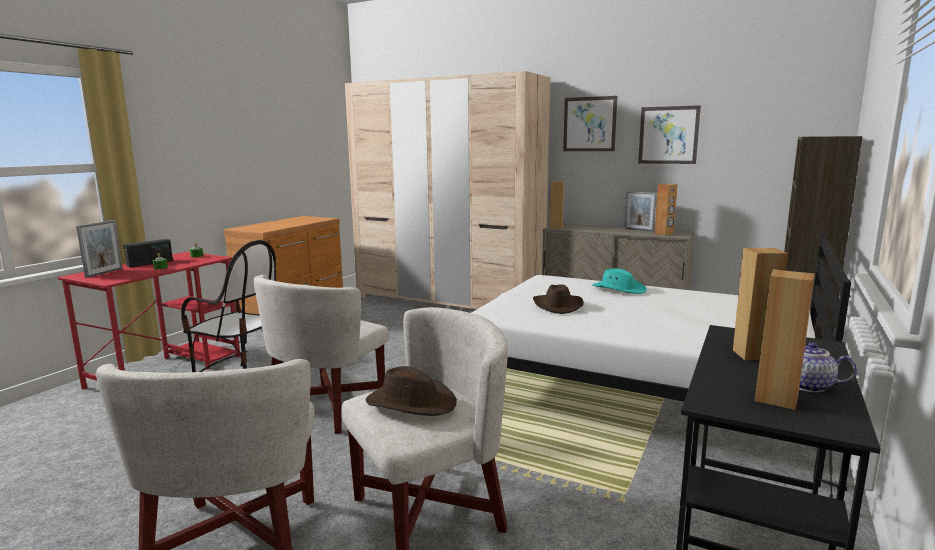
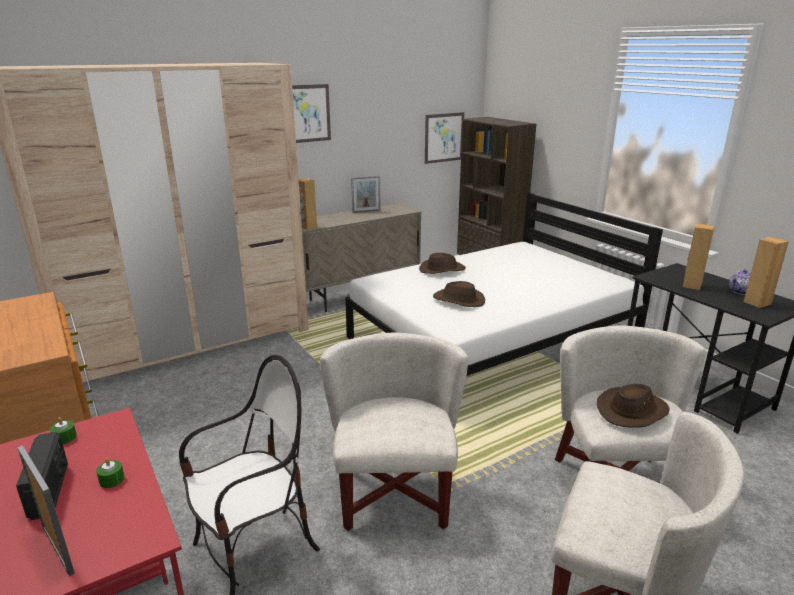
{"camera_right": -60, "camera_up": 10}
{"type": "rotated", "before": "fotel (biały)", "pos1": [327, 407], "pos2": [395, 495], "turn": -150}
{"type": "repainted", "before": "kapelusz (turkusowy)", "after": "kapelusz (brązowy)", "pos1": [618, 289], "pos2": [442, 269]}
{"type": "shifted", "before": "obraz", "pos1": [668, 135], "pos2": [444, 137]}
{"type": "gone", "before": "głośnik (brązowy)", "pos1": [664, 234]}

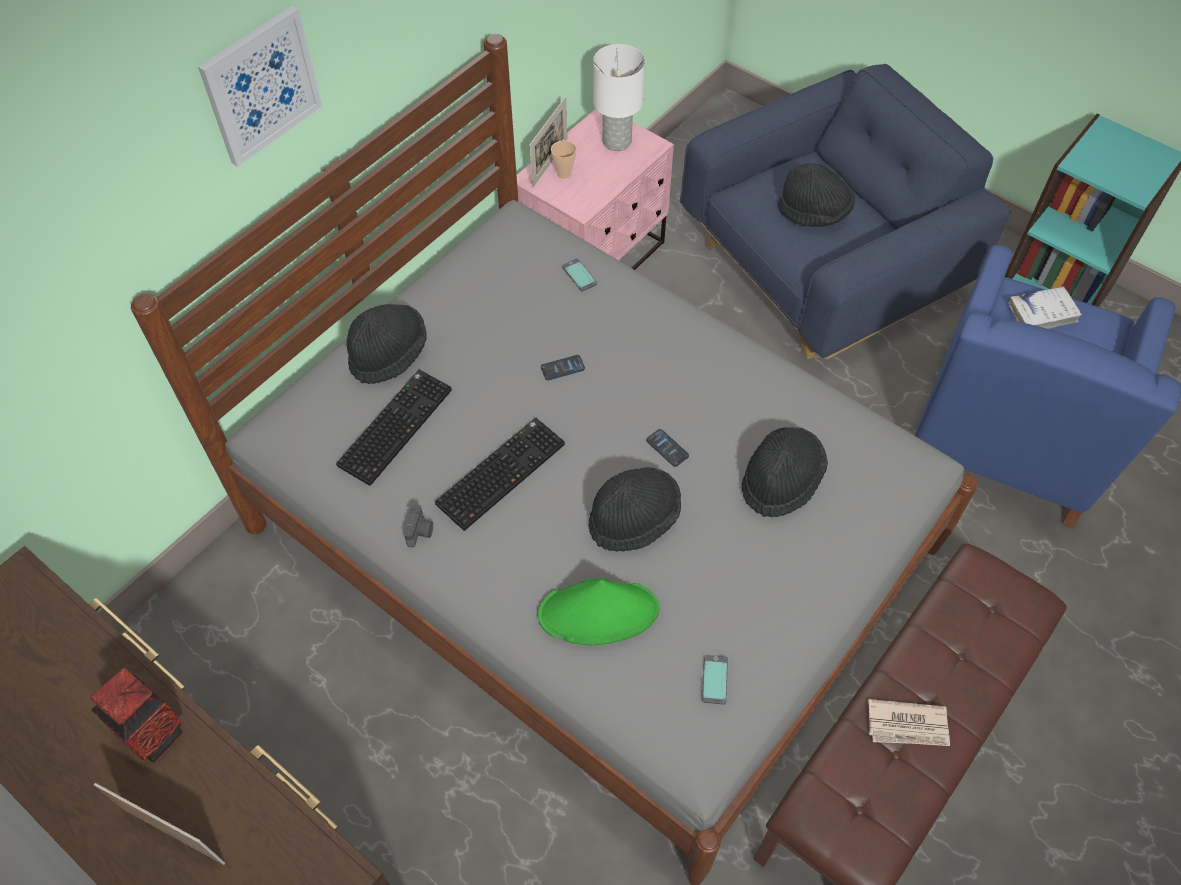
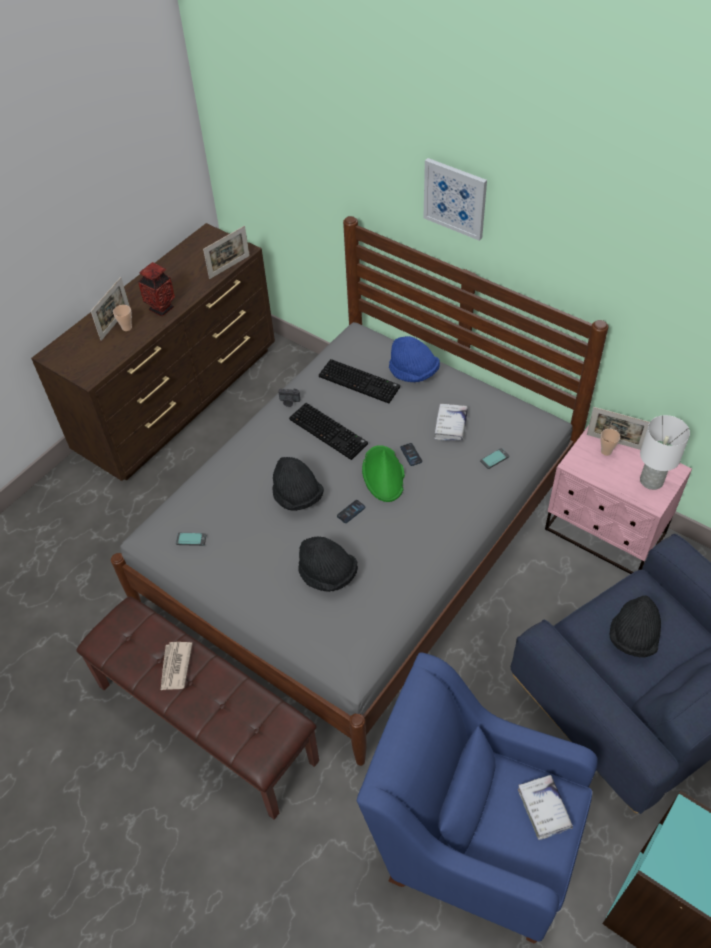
{"camera_right": 90, "camera_up": -5}
{"type": "new", "after": "filiżanka", "pos2": [127, 327]}
{"type": "new", "after": "ramka na zdjęcie", "pos2": [229, 267]}
{"type": "shifted", "before": "kapelusz (zielony)", "pos1": [599, 612], "pos2": [383, 474]}
{"type": "repainted", "before": "kapelusz (czarny)", "after": "kapelusz (niebieski)", "pos1": [389, 354], "pos2": [413, 372]}
{"type": "new", "after": "książka (biały)", "pos2": [450, 426]}

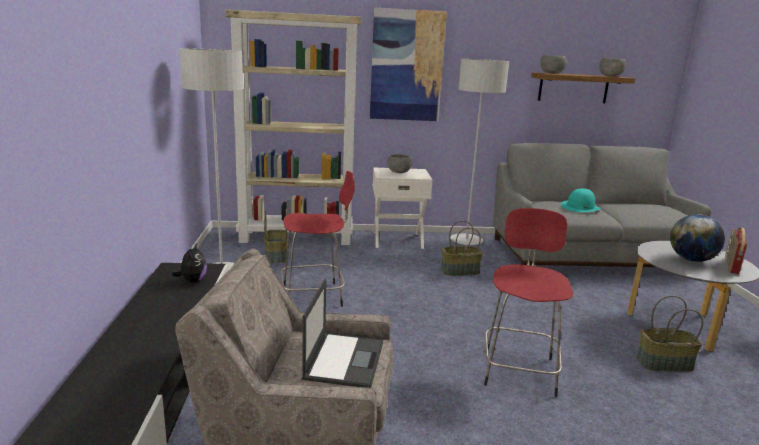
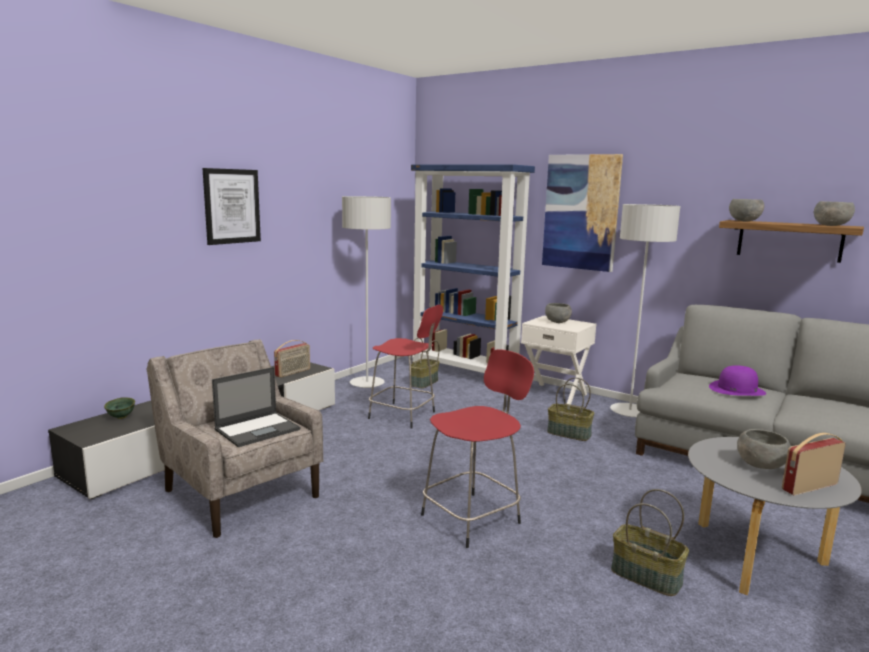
{"camera_right": 40, "camera_up": -5}
{"type": "new", "after": "miska (zielony)", "pos2": [122, 417]}
{"type": "new", "after": "obraz", "pos2": [232, 206]}
{"type": "swapped", "before": "pluszak", "after": "radio", "pos1": [193, 281], "pos2": [293, 373]}
{"type": "repainted", "before": "regał (beżowy)", "after": "regał (niebieski)", "pos1": [297, 237], "pos2": [465, 373]}
{"type": "repainted", "before": "kapelusz (turkusowy)", "after": "kapelusz (fioletowy)", "pos1": [580, 207], "pos2": [736, 389]}
{"type": "swapped", "before": "globus", "after": "miska (szary)", "pos1": [691, 260], "pos2": [760, 466]}

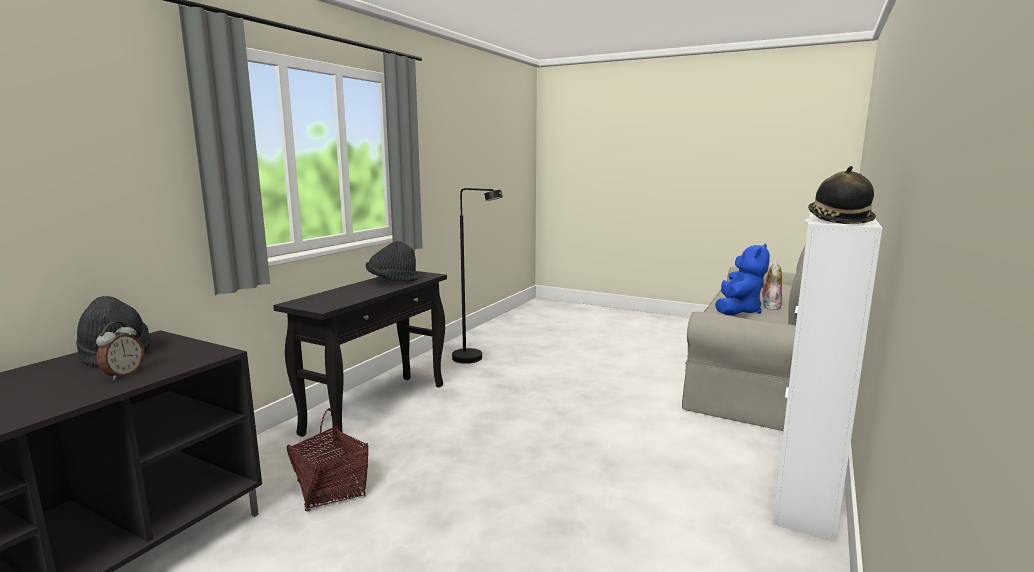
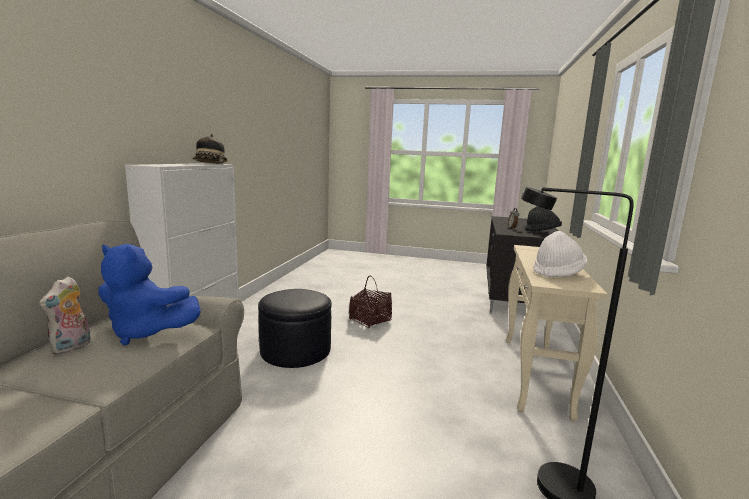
{"camera_right": 165, "camera_up": 0}
{"type": "rotated", "before": "pluszak (niebieski)", "pos1": [737, 311], "pos2": [145, 333], "turn": -90}
{"type": "new", "after": "pufa (czarny)", "pos2": [295, 351]}
{"type": "shifted", "before": "koszyk", "pos1": [331, 490], "pos2": [370, 320]}
{"type": "repainted", "before": "stolik konsolowy (czarny)", "after": "stolik konsolowy (beżowy)", "pos1": [377, 408], "pos2": [535, 375]}
{"type": "repainted", "before": "kapelusz (czarny)", "after": "kapelusz (biały)", "pos1": [392, 281], "pos2": [557, 272]}

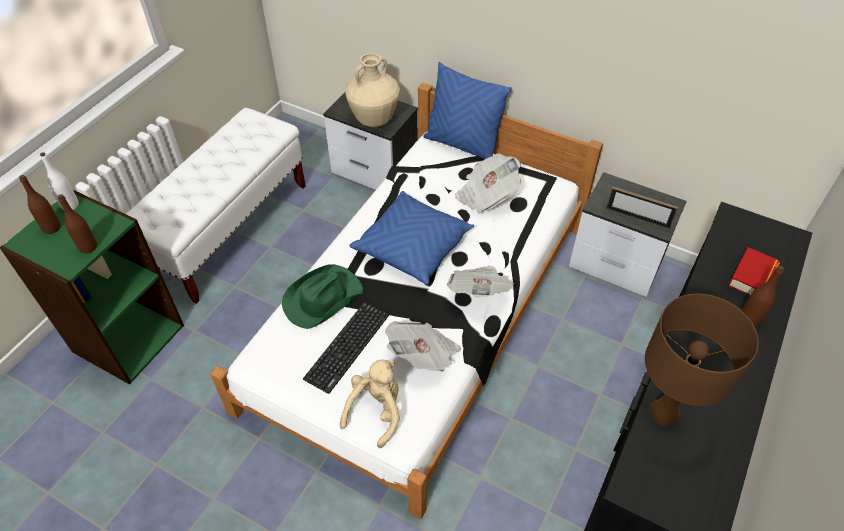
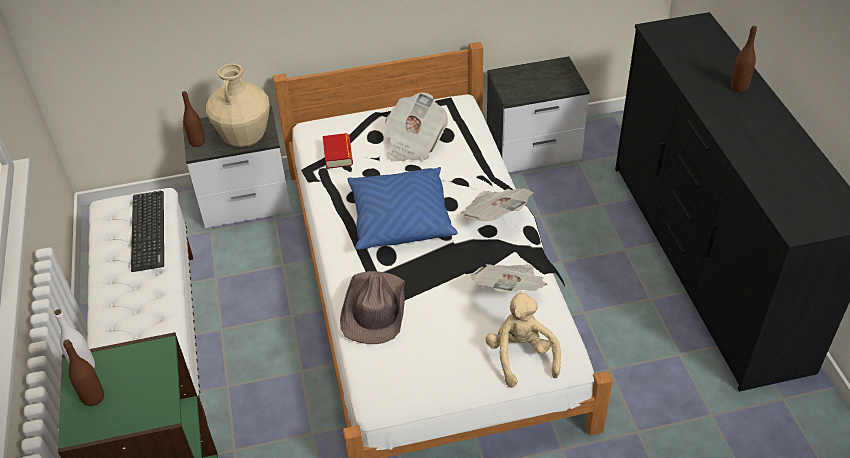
{"camera_right": -40, "camera_up": -5}
{"type": "shifted", "before": "klawiatura", "pos1": [347, 346], "pos2": [148, 231]}
{"type": "shifted", "before": "butelka (brązowy)", "pos1": [88, 247], "pos2": [197, 142]}
{"type": "shifted", "before": "książka", "pos1": [752, 277], "pos2": [338, 154]}
{"type": "repainted", "before": "kapelusz (zielony)", "after": "kapelusz (brązowy)", "pos1": [322, 299], "pos2": [374, 309]}
{"type": "gone", "before": "poduszka (niebieski)", "pos1": [462, 144]}
{"type": "gone", "before": "ramka na zdjęcie", "pos1": [637, 218]}
{"type": "gone", "before": "lampa stołowa (brązowy)", "pos1": [664, 412]}

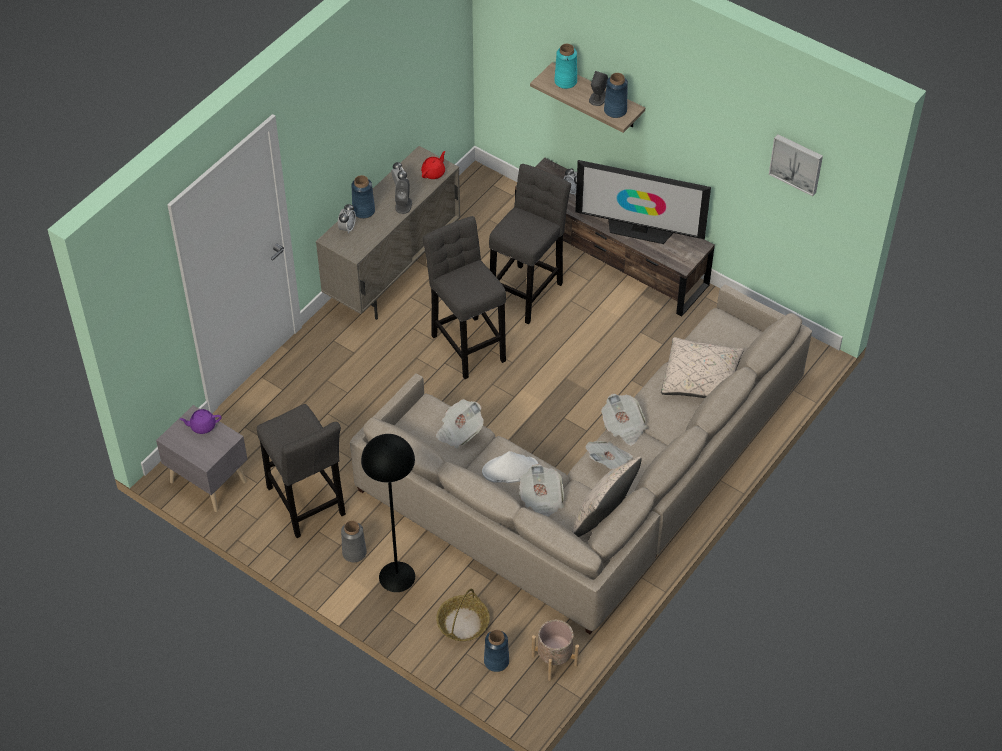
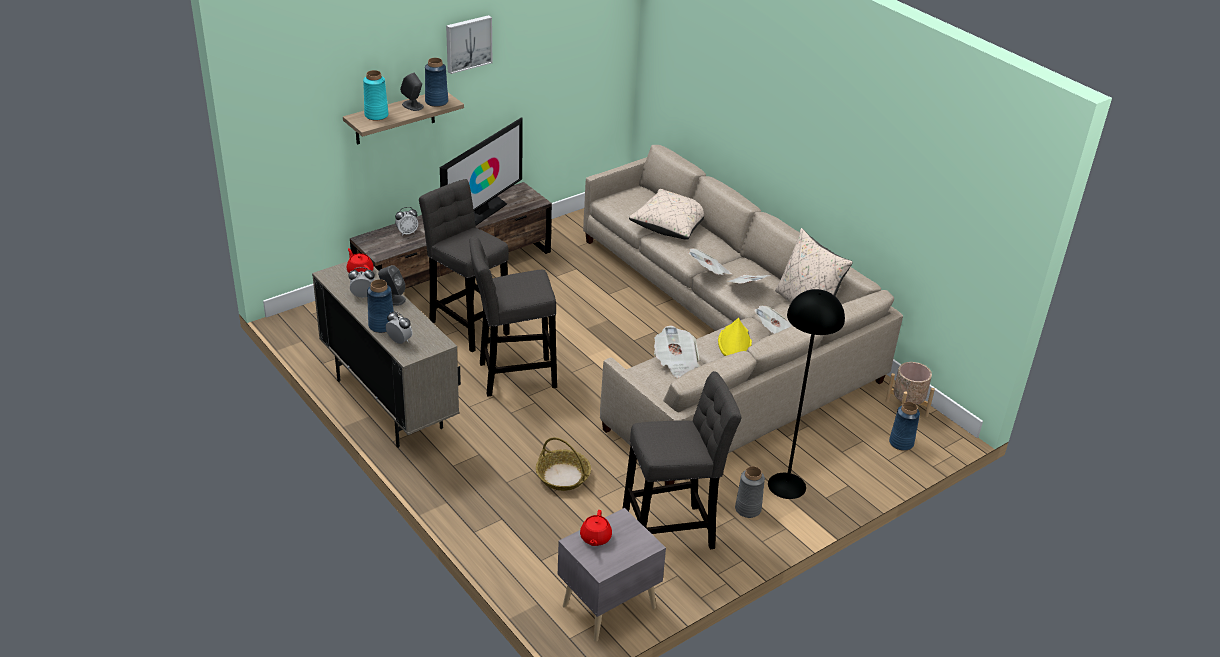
{"camera_right": -75, "camera_up": -15}
{"type": "shifted", "before": "obraz", "pos1": [797, 163], "pos2": [468, 43]}
{"type": "shifted", "before": "koszyk", "pos1": [463, 624], "pos2": [563, 476]}
{"type": "repainted", "before": "imbryk (fioletowy)", "after": "imbryk (czerwony)", "pos1": [202, 426], "pos2": [595, 538]}
{"type": "repainted", "before": "kapelusz (biały)", "after": "kapelusz (żółty)", "pos1": [510, 470], "pos2": [734, 343]}

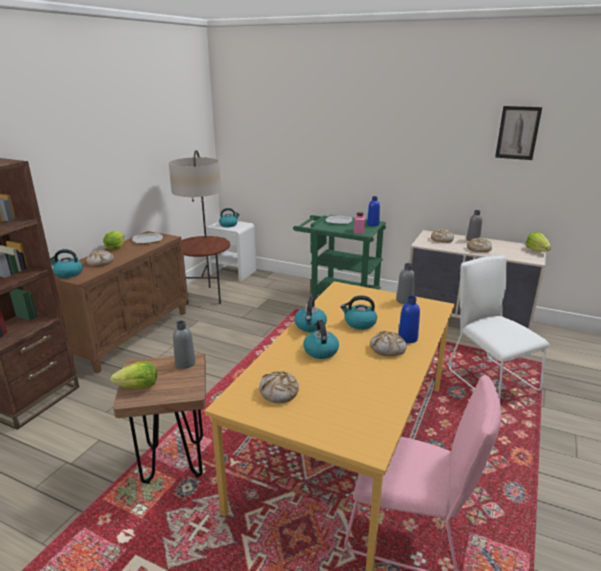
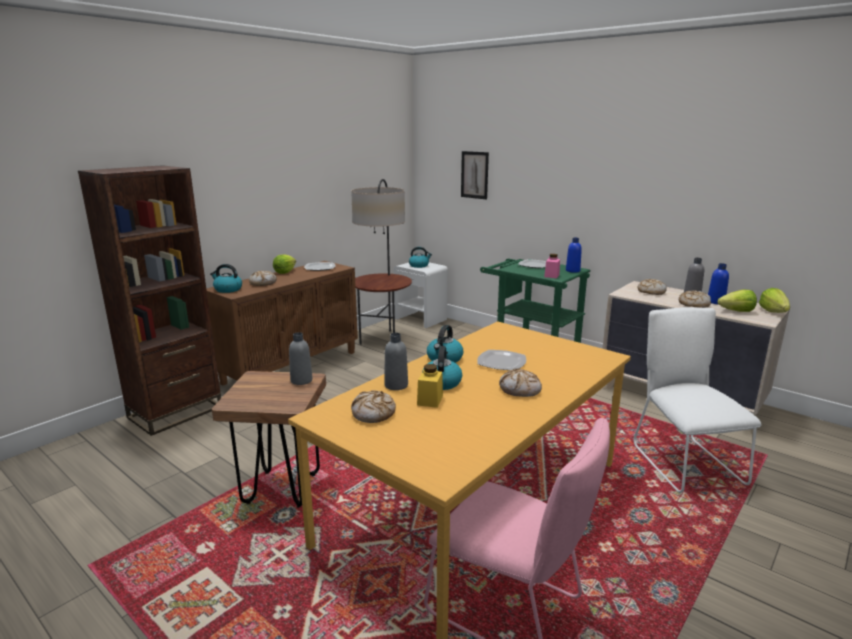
{"camera_right": 15, "camera_up": -5}
{"type": "shifted", "before": "butelka (szary)", "pos1": [404, 300], "pos2": [396, 385]}
{"type": "new", "after": "słoik (żółty)", "pos2": [430, 400]}
{"type": "shifted", "before": "obraz", "pos1": [518, 133], "pos2": [474, 175]}
{"type": "swapped", "before": "czajnik", "after": "talerz", "pos1": [359, 323], "pos2": [502, 362]}
{"type": "shifted", "before": "butelka (niebieski)", "pos1": [407, 338], "pos2": [715, 302]}
{"type": "shifted", "before": "sałata", "pos1": [138, 387], "pos2": [737, 311]}

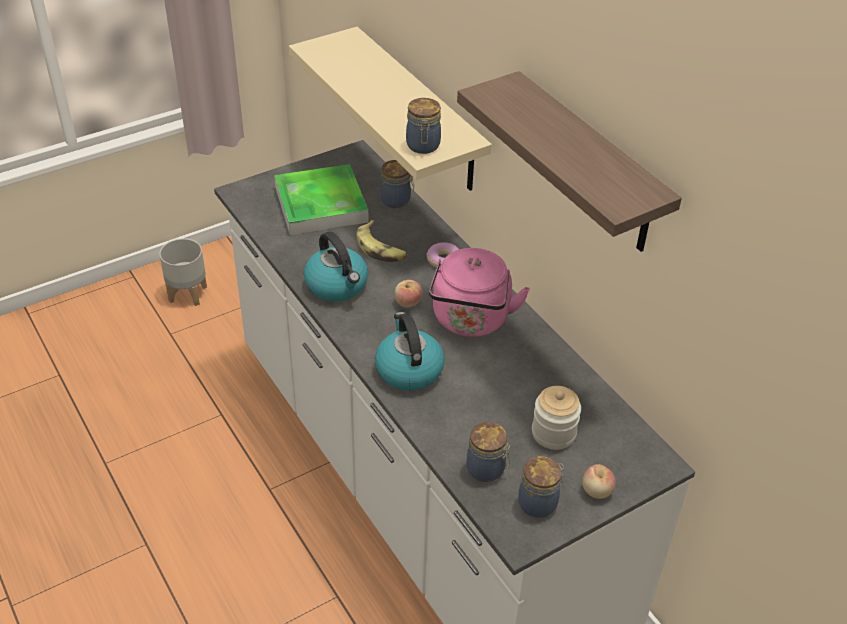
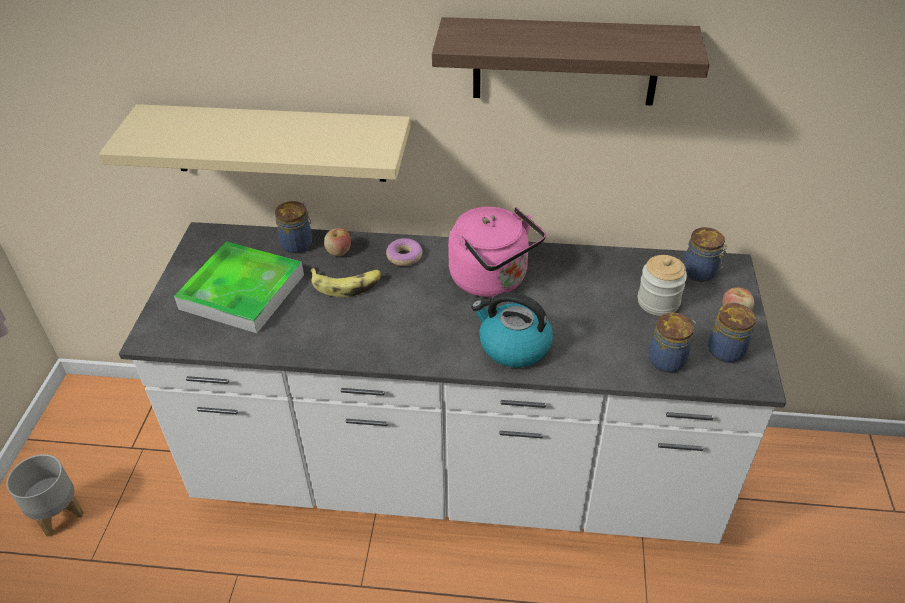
{"camera_right": -50, "camera_up": 0}
{"type": "shifted", "before": "jabłko", "pos1": [407, 302], "pos2": [338, 251]}
{"type": "shifted", "before": "słoik", "pos1": [423, 146], "pos2": [700, 273]}
{"type": "gone", "before": "czajnik", "pos1": [337, 285]}

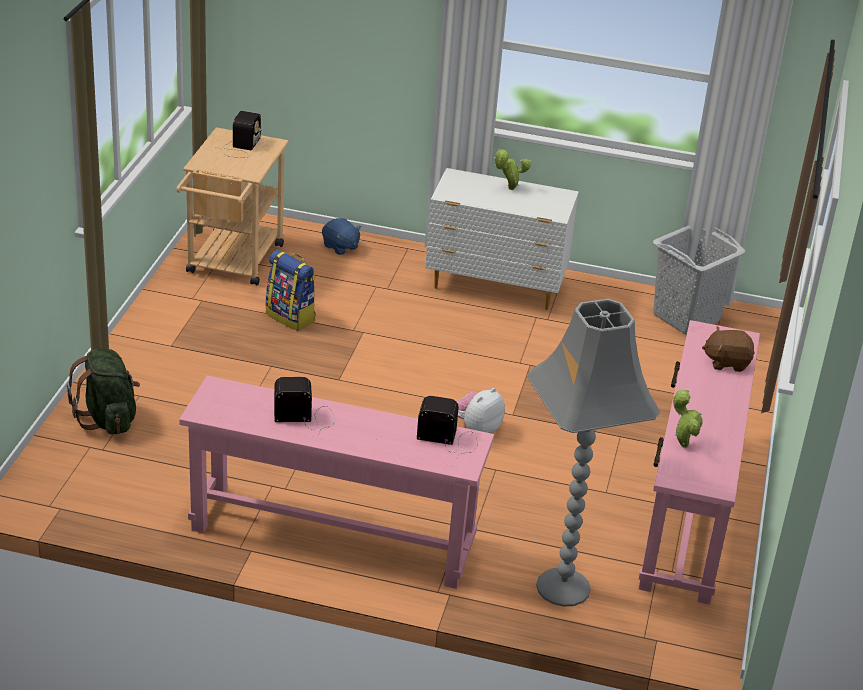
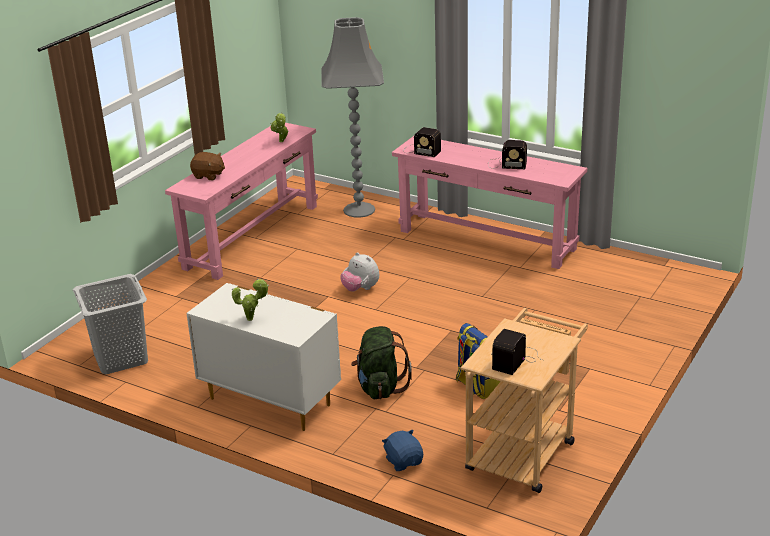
{"camera_right": -160, "camera_up": -5}
{"type": "rotated", "before": "pluszak", "pos1": [477, 429], "pos2": [360, 289], "turn": 75}
{"type": "shifted", "before": "plecak (zielony)", "pos1": [108, 419], "pos2": [380, 387]}

